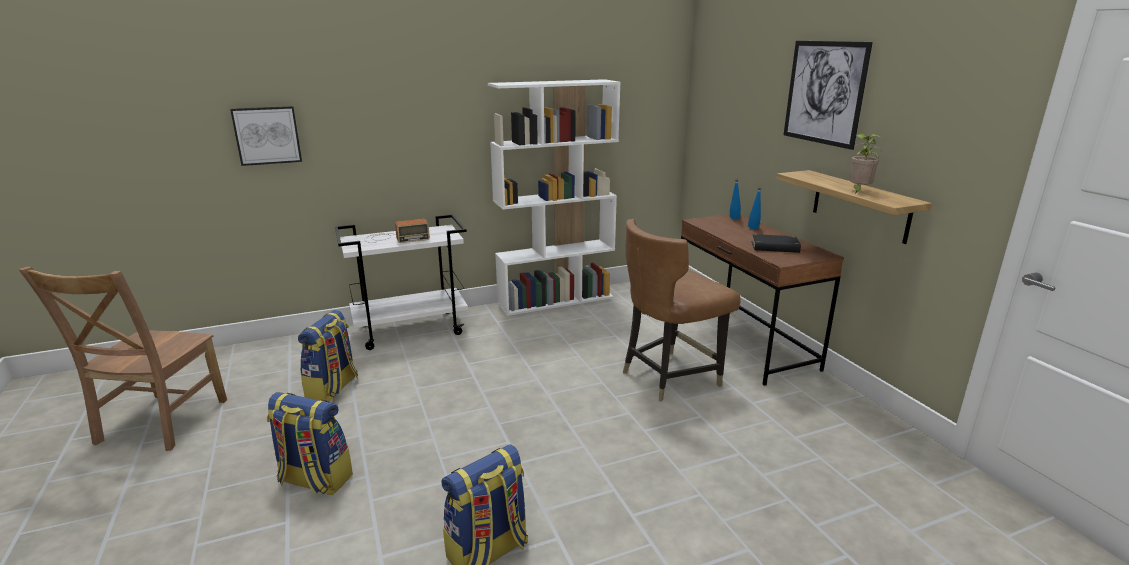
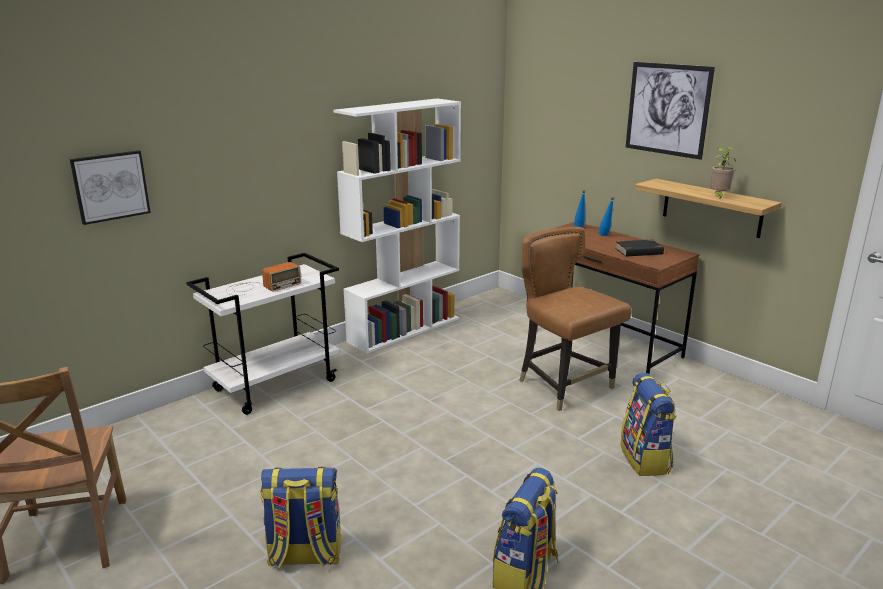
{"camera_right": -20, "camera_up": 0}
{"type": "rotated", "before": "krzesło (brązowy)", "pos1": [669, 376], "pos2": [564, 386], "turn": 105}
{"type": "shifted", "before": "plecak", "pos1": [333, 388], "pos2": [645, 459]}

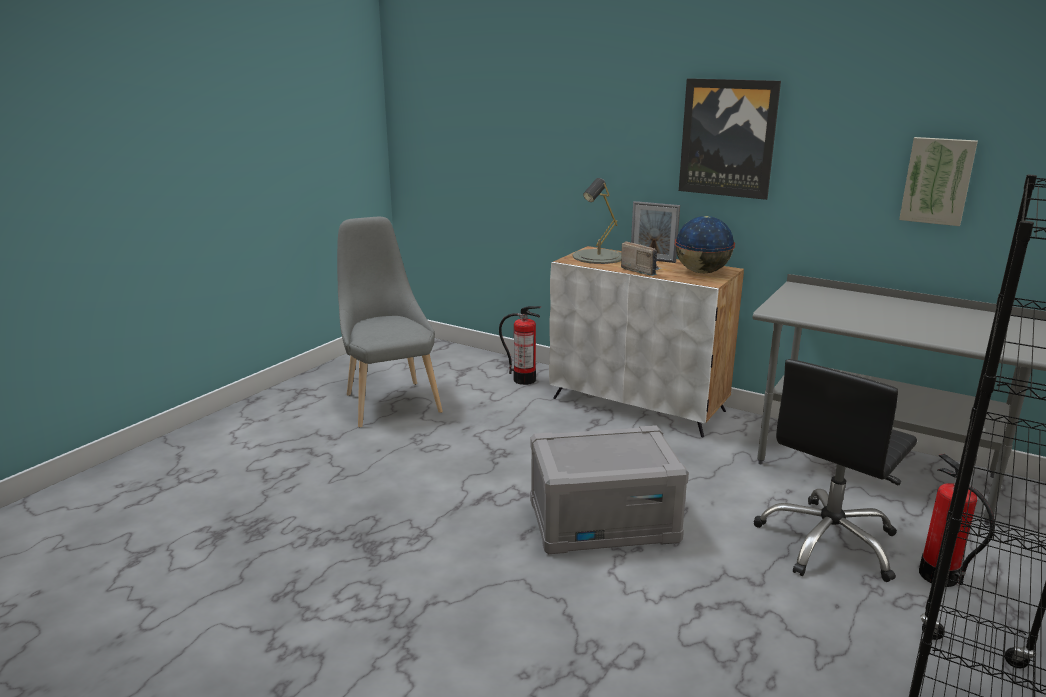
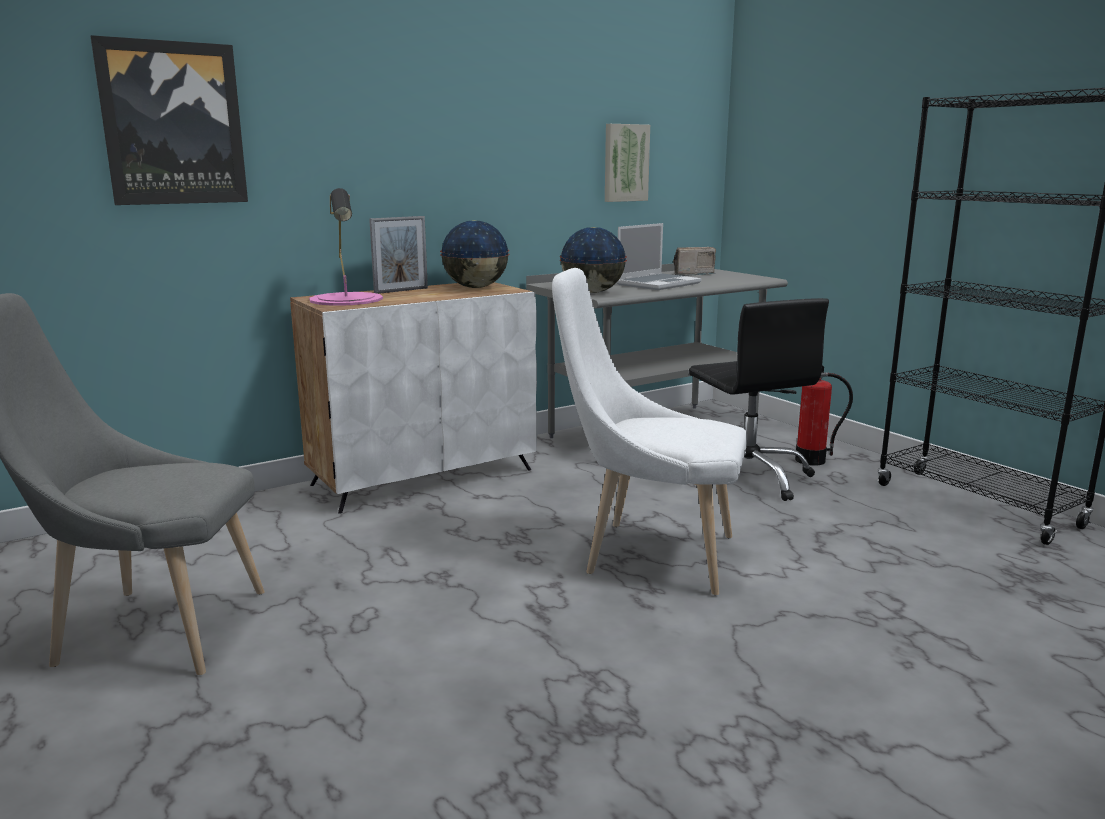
{"camera_right": -65, "camera_up": -5}
{"type": "shifted", "before": "obraz", "pos1": [728, 138], "pos2": [173, 124]}
{"type": "repainted", "before": "lampa stołowa (szary)", "after": "lampa stołowa (różowy)", "pos1": [598, 257], "pos2": [346, 299]}
{"type": "swapped", "before": "pojemnik do przechowywania (szary)", "after": "krzesło (biały)", "pos1": [603, 521], "pos2": [649, 554]}
{"type": "new", "after": "globus", "pos2": [592, 292]}
{"type": "new", "after": "laptop", "pos2": [658, 284]}
{"type": "shifted", "before": "radio", "pos1": [641, 270], "pos2": [690, 274]}
{"type": "gone", "before": "gaśnica", "pos1": [524, 380]}

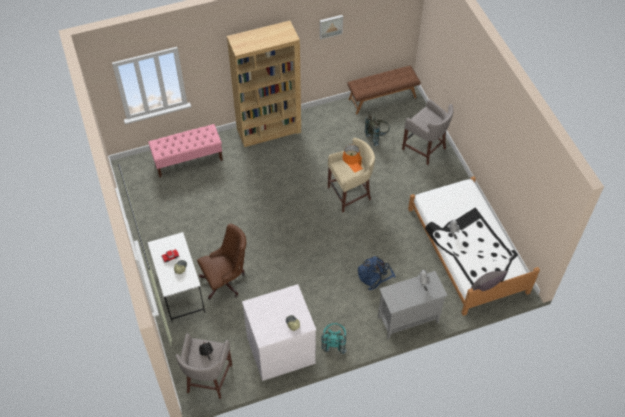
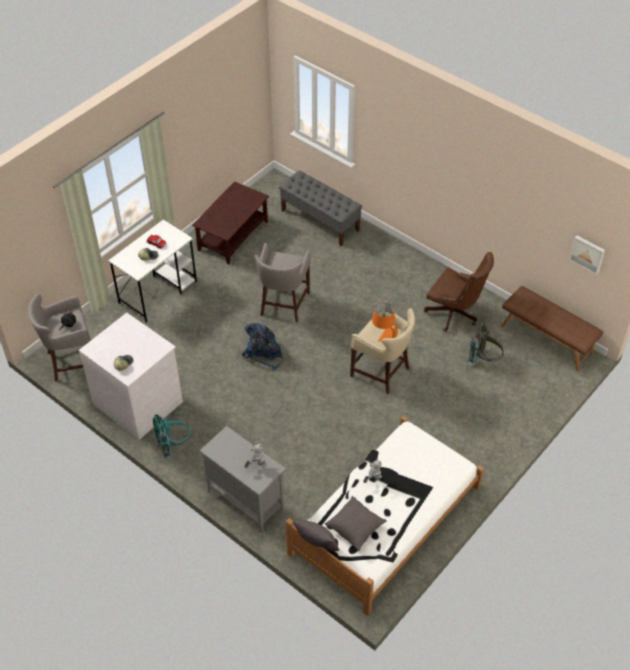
{"camera_right": 60, "camera_up": -5}
{"type": "new", "after": "ława (brązowy)", "pos2": [233, 236]}
{"type": "shifted", "before": "plecak (niebieski)", "pos1": [374, 275], "pos2": [263, 353]}
{"type": "shifted", "before": "stołek (szary)", "pos1": [425, 149], "pos2": [283, 305]}
{"type": "repainted", "before": "ławka (różowy)", "after": "ławka (szary)", "pos1": [188, 160], "pos2": [320, 220]}
{"type": "new", "after": "poduszka (szary)", "pos2": [355, 527]}
{"type": "shifted", "before": "krzesło biurowe (brązowy)", "pos1": [226, 281], "pos2": [455, 314]}
{"type": "shifted", "before": "obraz", "pos1": [330, 26], "pos2": [587, 253]}
{"type": "gone", "before": "regał (brązowy)", "pos1": [269, 130]}

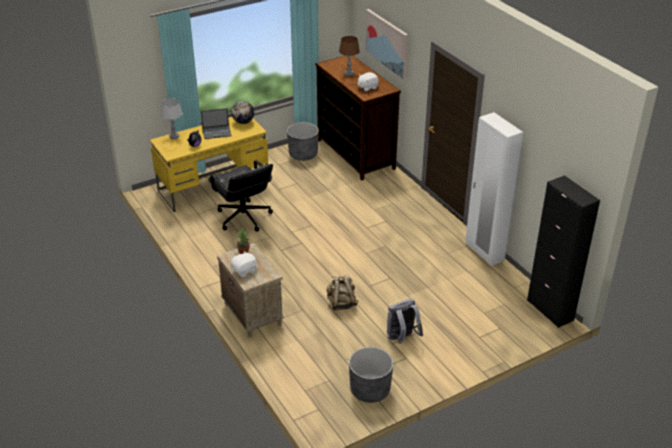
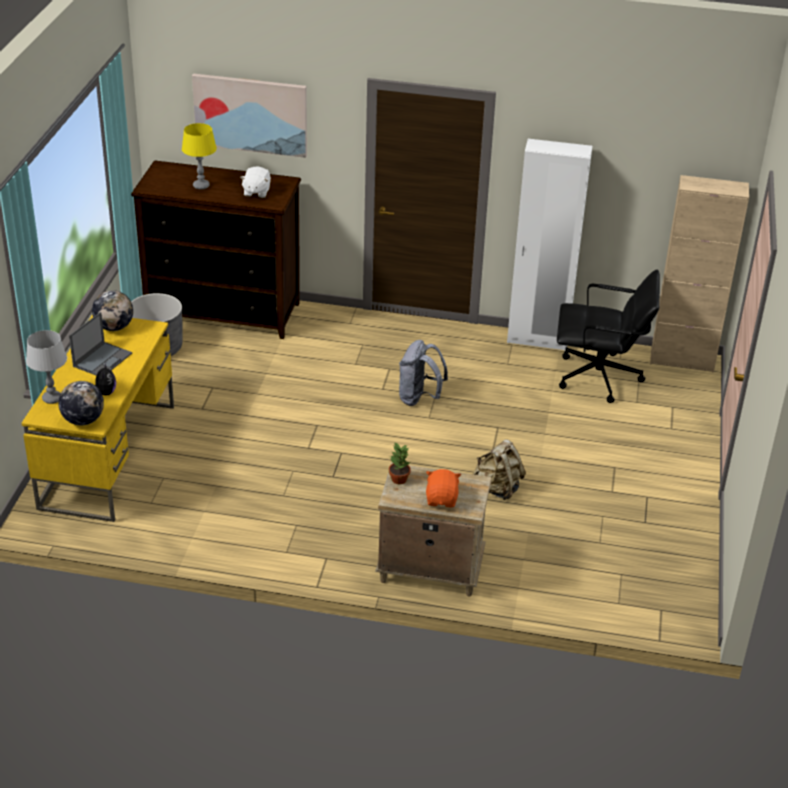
{"camera_right": -50, "camera_up": 0}
{"type": "new", "after": "globus", "pos2": [83, 420]}
{"type": "repainted", "before": "lampa stołowa (brązowy)", "after": "lampa stołowa (żółty)", "pos1": [349, 73], "pos2": [201, 186]}
{"type": "shifted", "before": "plecak (szary)", "pos1": [402, 338], "pos2": [419, 398]}
{"type": "repainted", "before": "pluszak (biały)", "after": "pluszak (pomarańczowy)", "pos1": [244, 271], "pos2": [442, 499]}
{"type": "shifted", "before": "krzesło biurowe (czarny)", "pos1": [243, 218], "pos2": [599, 378]}
{"type": "repainted", "before": "szafka (czarny)", "after": "szafka (beżowy)", "pos1": [550, 310], "pos2": [682, 360]}
{"type": "gone", "before": "donica (szary)", "pos1": [370, 390]}

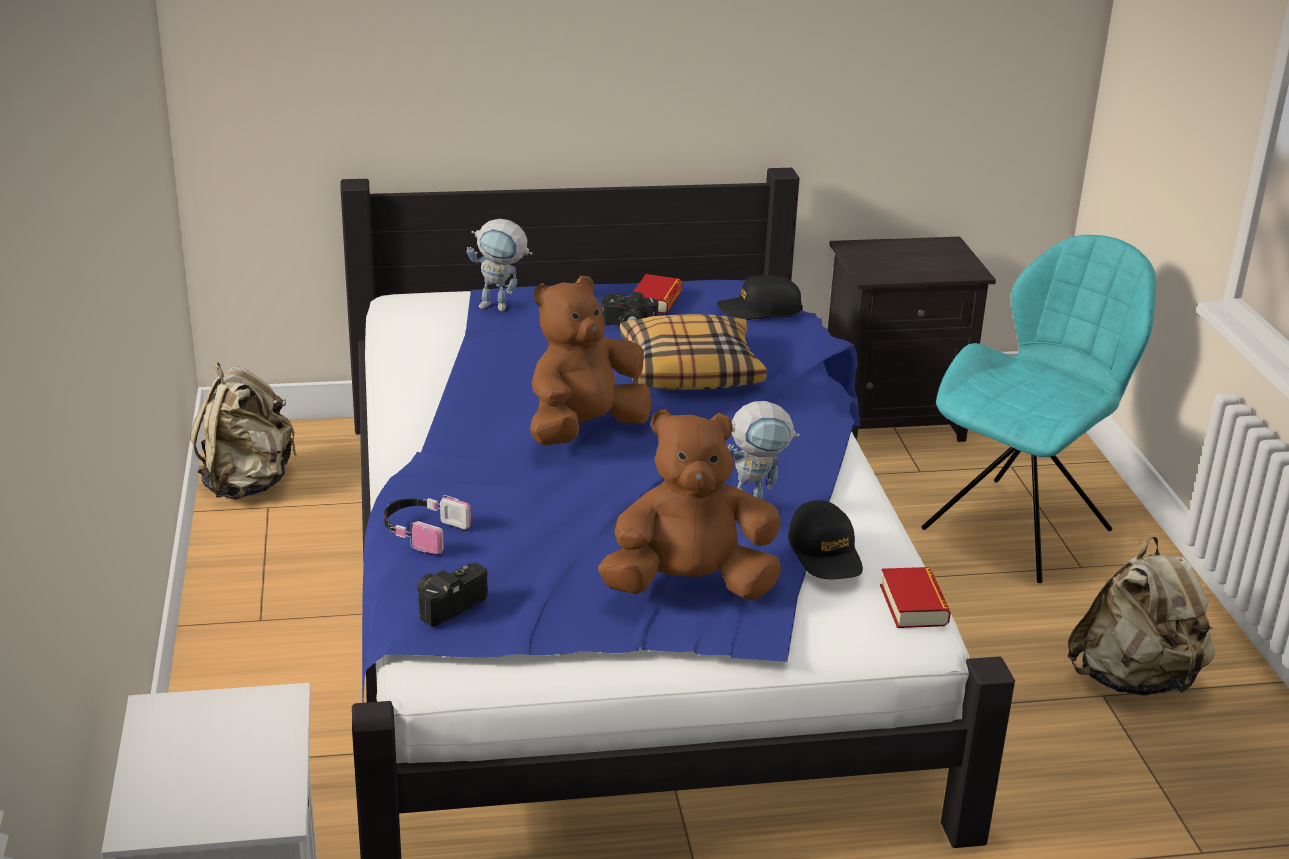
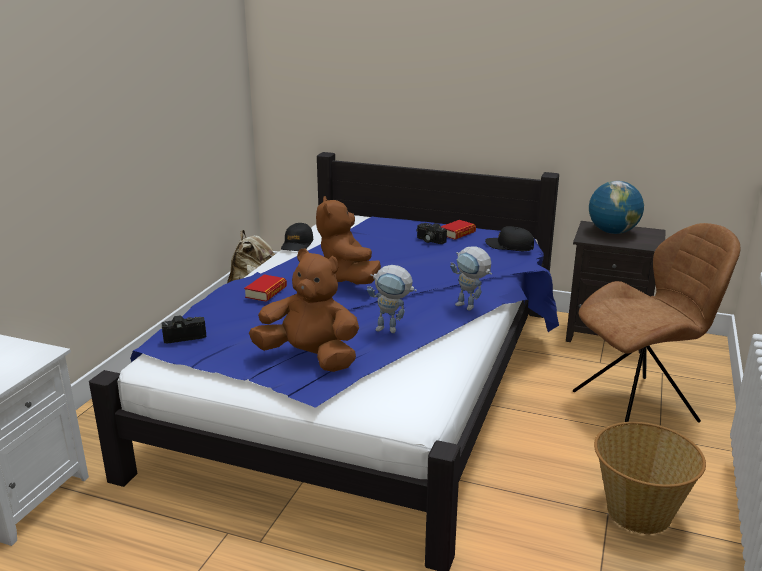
{"camera_right": 30, "camera_up": -5}
{"type": "shifted", "before": "książka", "pos1": [913, 605], "pos2": [266, 292]}
{"type": "shifted", "before": "czapka z daszkiem (czarny)", "pos1": [825, 553], "pos2": [297, 244]}
{"type": "rotated", "before": "pluszak (brązowy)", "pos1": [584, 430], "pos2": [348, 279], "turn": -90}
{"type": "shifted", "before": "robot zabawkowy", "pos1": [501, 307], "pos2": [470, 307]}
{"type": "repainted", "before": "krzesło (turkusowy)", "after": "krzesło (brązowy)", "pos1": [1021, 527], "pos2": [638, 406]}
{"type": "new", "after": "globus", "pos2": [612, 232]}
{"type": "swapped", "before": "plecak (beżowy)", "after": "koszyk", "pos1": [1134, 680], "pos2": [638, 511]}
{"type": "gone", "before": "słuchawki", "pos1": [422, 532]}
{"type": "gone", "before": "poduszka", "pos1": [690, 369]}

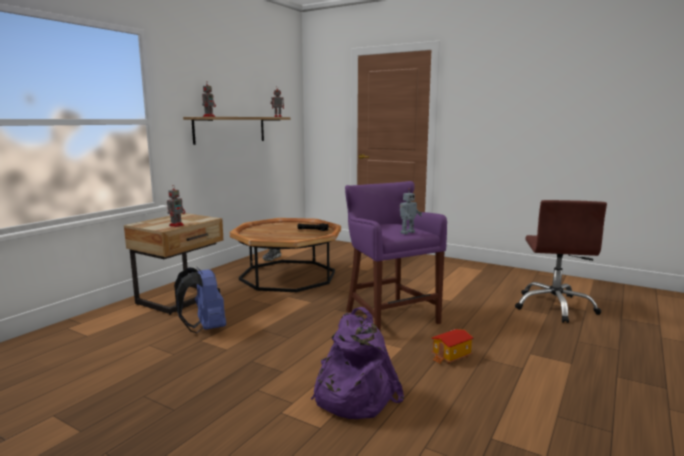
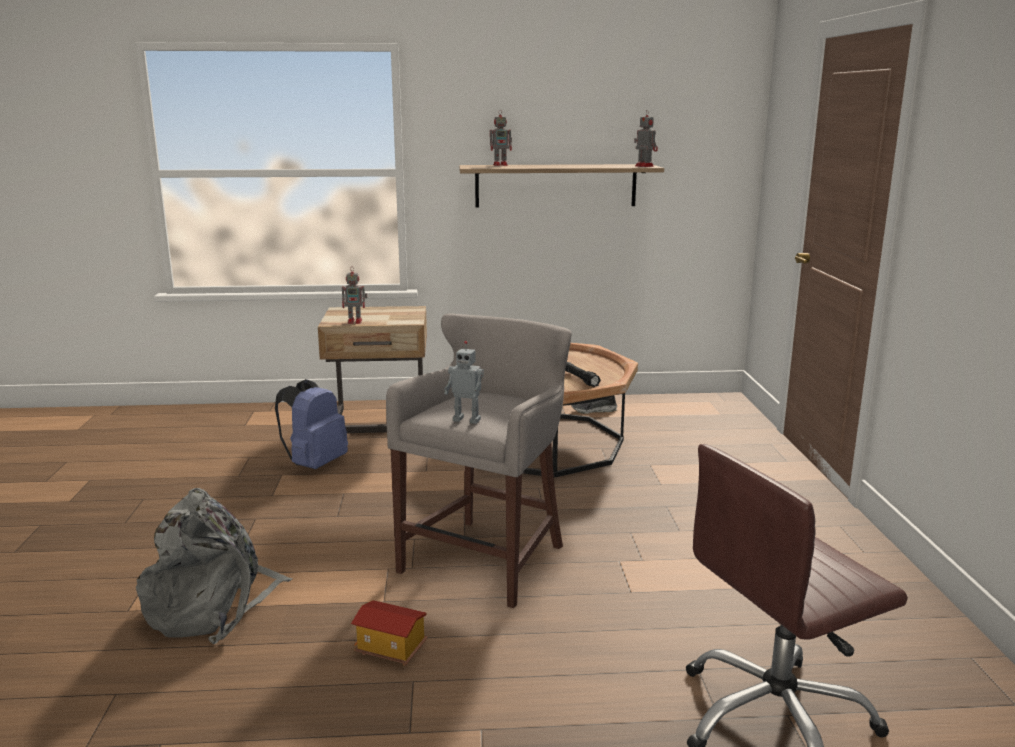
{"camera_right": 55, "camera_up": 5}
{"type": "repainted", "before": "plecak (fioletowy)", "after": "plecak (szary)", "pos1": [352, 395], "pos2": [214, 606]}
{"type": "repainted", "before": "stołek (fioletowy)", "after": "stołek (szary)", "pos1": [388, 316], "pos2": [487, 557]}

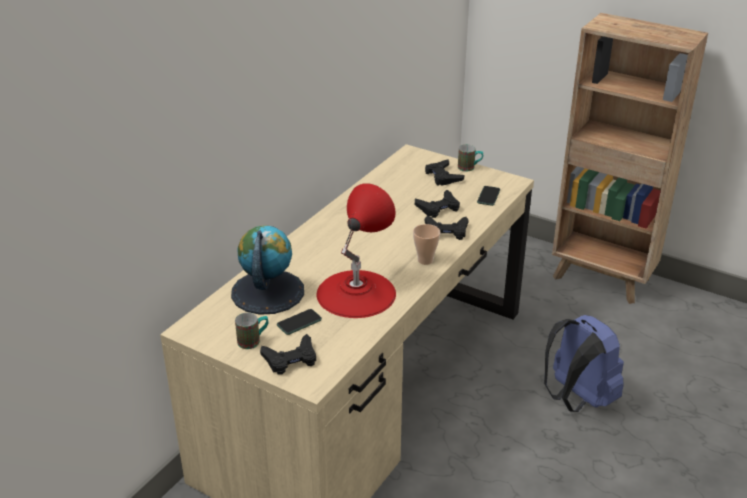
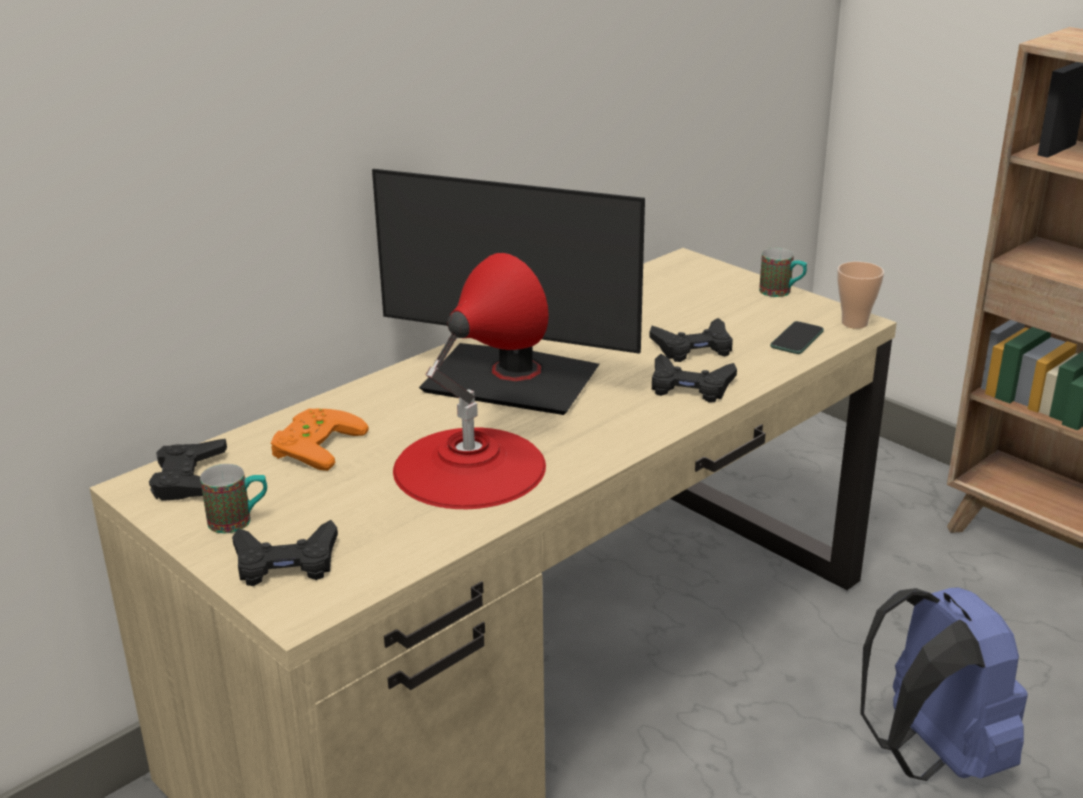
{"camera_right": 15, "camera_up": -5}
{"type": "shifted", "before": "pad do gier (czarny)", "pos1": [443, 176], "pos2": [190, 478]}
{"type": "swapped", "before": "globus", "after": "pad do gier (pomarańczowy)", "pos1": [267, 292], "pos2": [313, 444]}
{"type": "new", "after": "monitor", "pos2": [512, 379]}
{"type": "shifted", "before": "filiżanka", "pos1": [425, 260], "pos2": [854, 323]}
{"type": "gone", "before": "telefon", "pos1": [299, 322]}

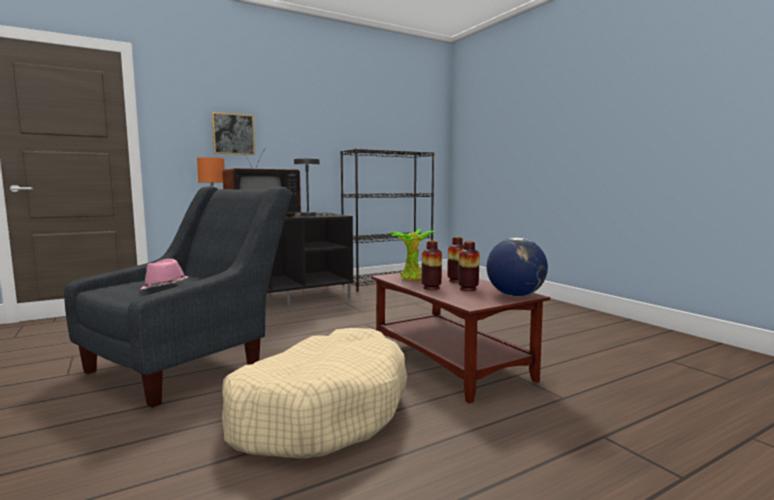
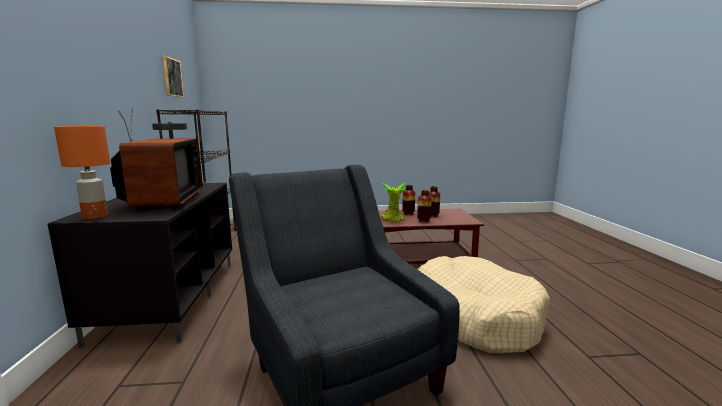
{"camera_right": -65, "camera_up": 5}
{"type": "shifted", "before": "obraz", "pos1": [233, 134], "pos2": [172, 77]}
{"type": "gone", "before": "kapelusz (różowy)", "pos1": [164, 287]}
{"type": "gone", "before": "globus", "pos1": [515, 295]}

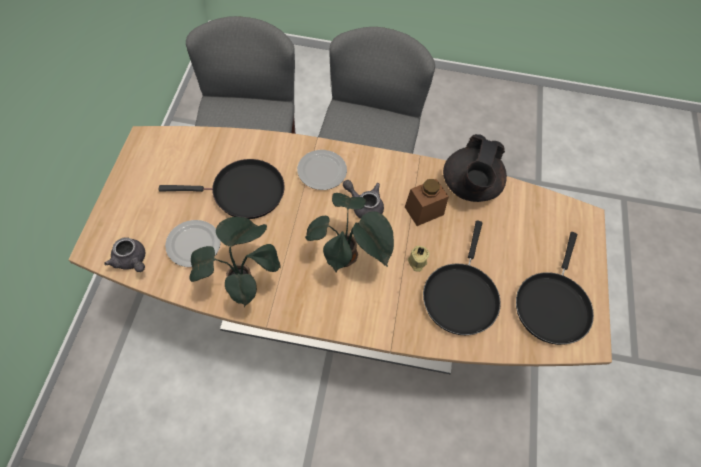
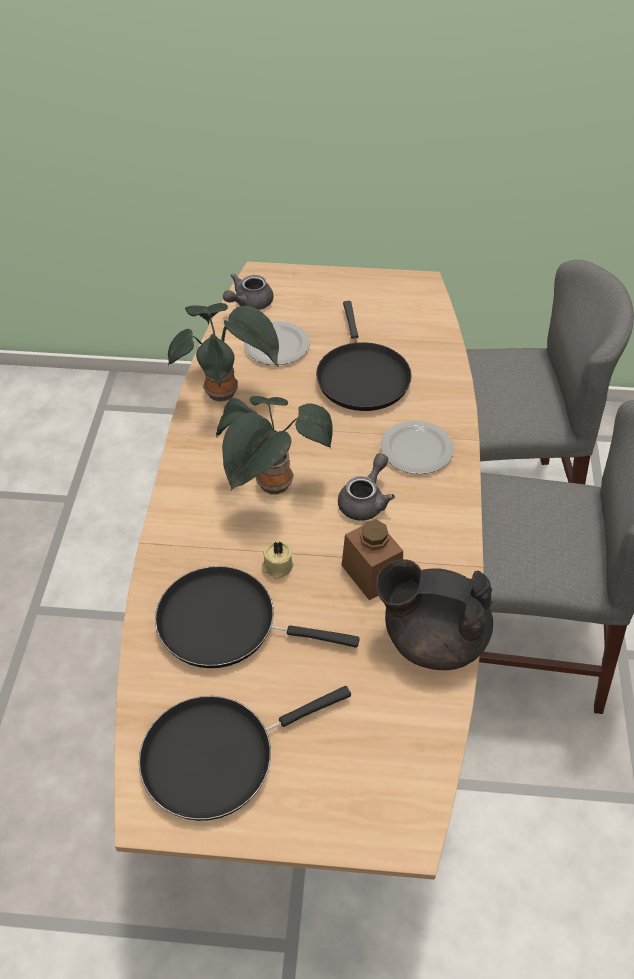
{"camera_right": 90, "camera_up": -10}
{"type": "rotated", "before": "patelnia (czarny)", "pos1": [552, 304], "pos2": [217, 756], "turn": -45}

